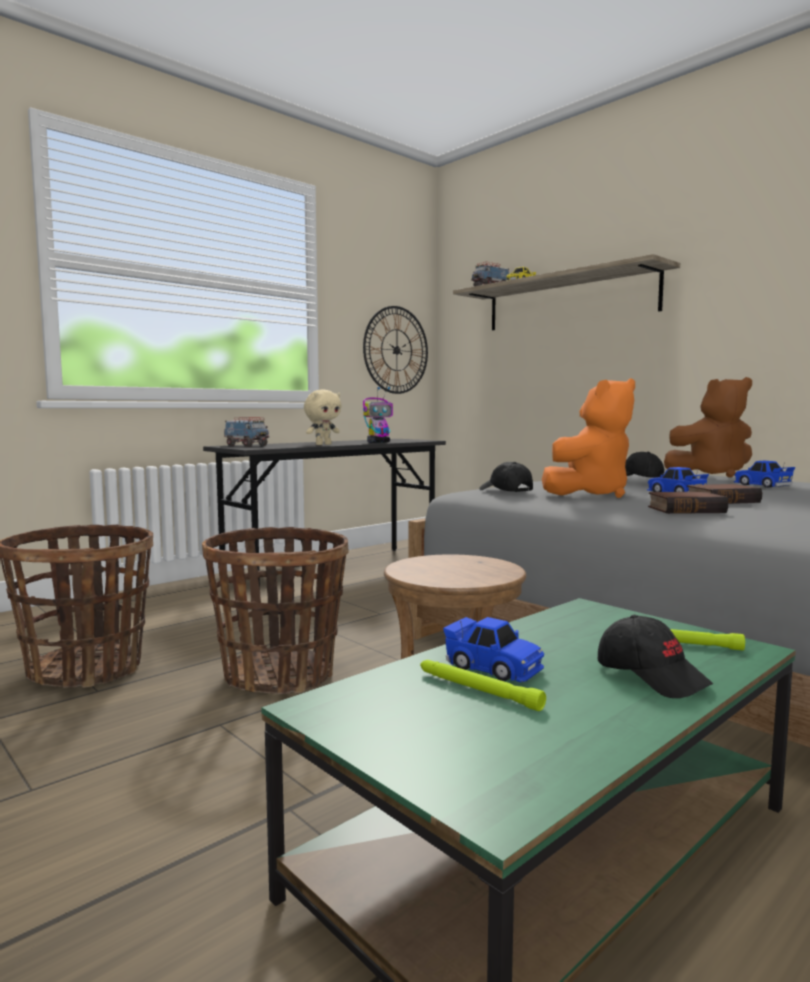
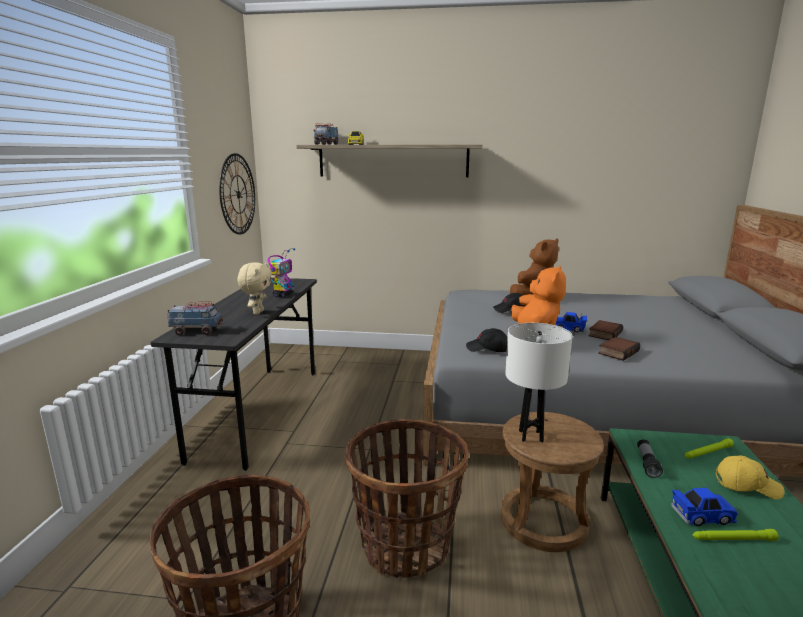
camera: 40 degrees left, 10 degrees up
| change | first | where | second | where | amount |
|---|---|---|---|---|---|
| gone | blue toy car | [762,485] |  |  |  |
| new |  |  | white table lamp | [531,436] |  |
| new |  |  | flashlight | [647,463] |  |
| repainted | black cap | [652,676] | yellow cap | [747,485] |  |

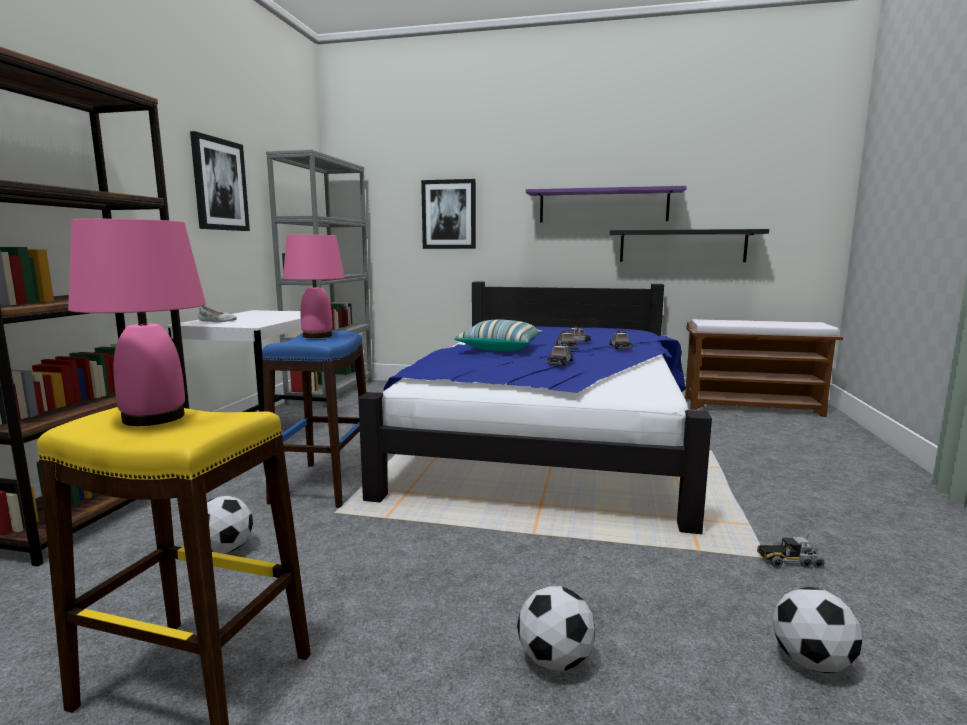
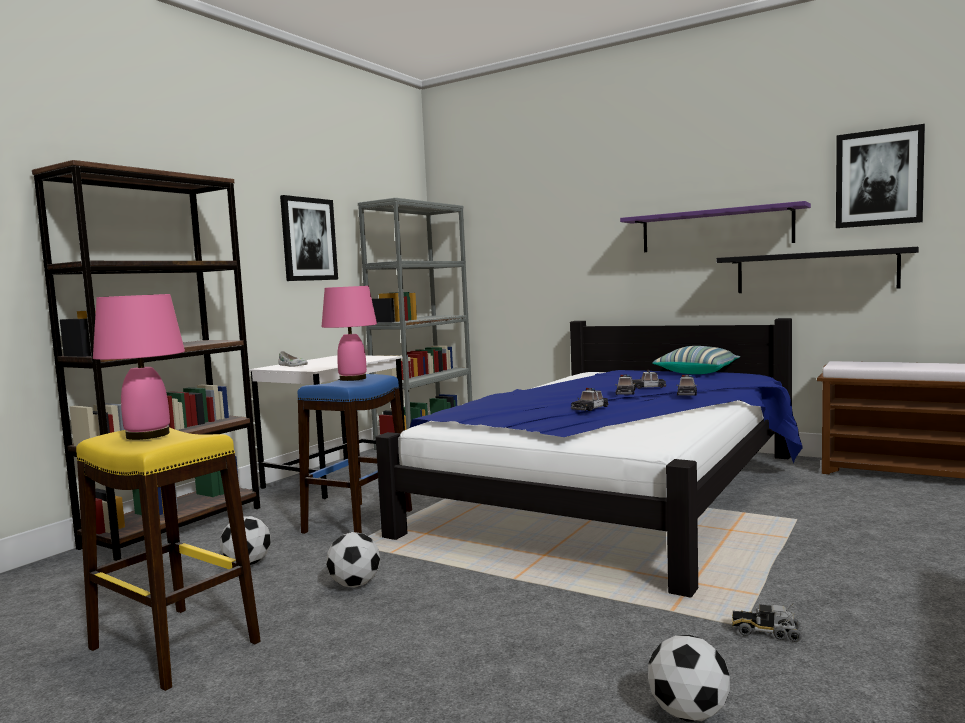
camera: 20 degrees right, 5 degrees down
| change | first | where | second | where | amount |
|---|---|---|---|---|---|
| shifted | picture | [449,214] |  | [879,178] |  |
| shifted | pillow | [500,348] |  | [697,372] |  |
| shifted | football | [555,660] |  | [355,584] |  |

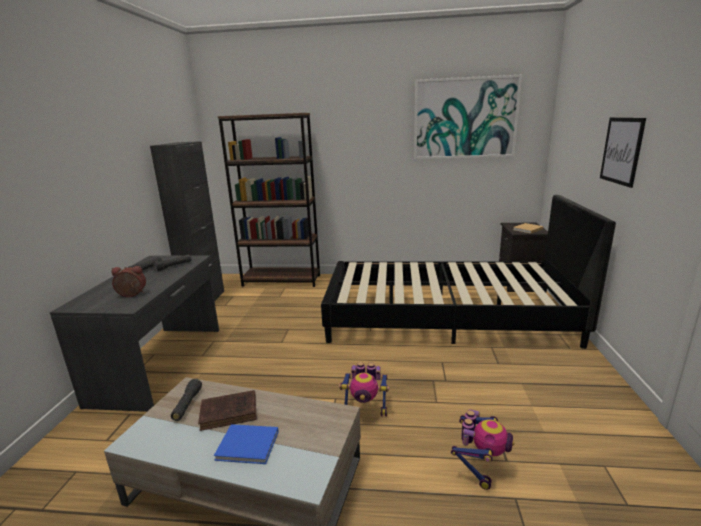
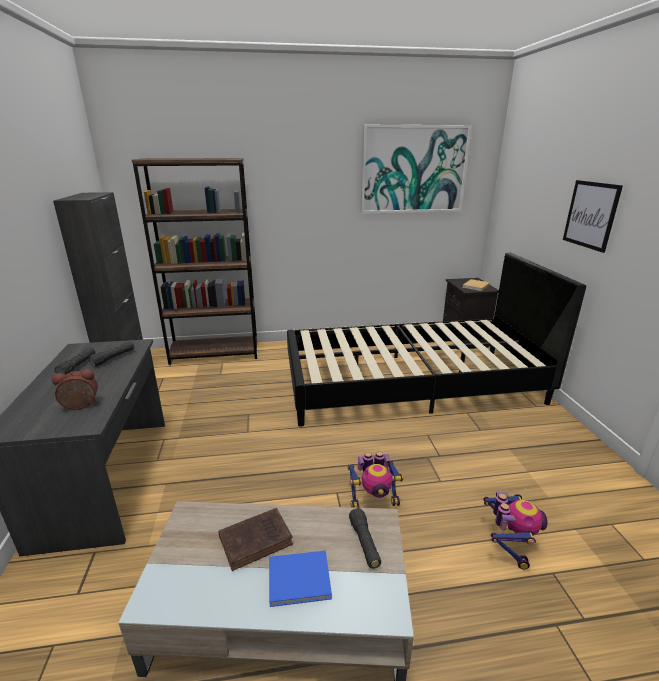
camera: 15 degrees left, 5 degrees up
| change | first | where | second | where | amount |
|---|---|---|---|---|---|
| shifted | black flashlight | [187,405] |  | [364,543] |  |

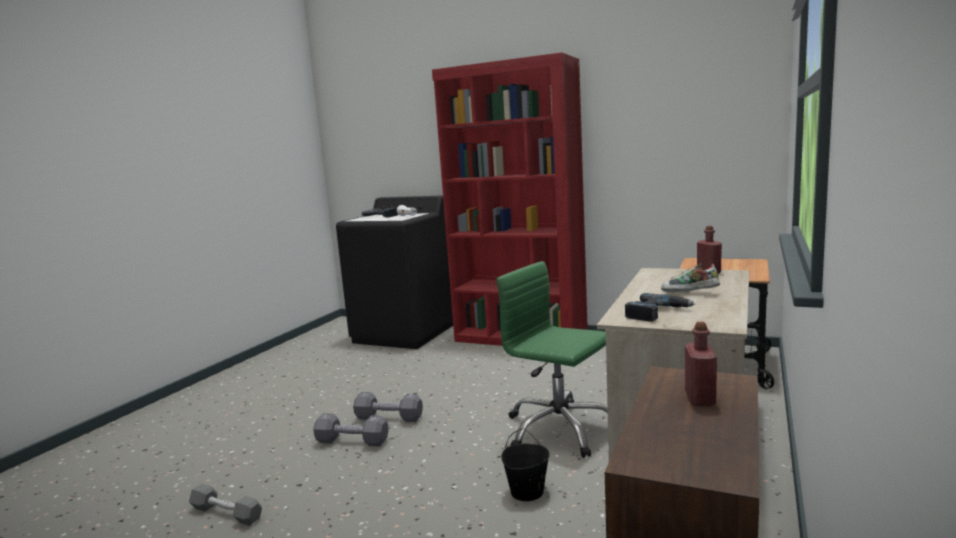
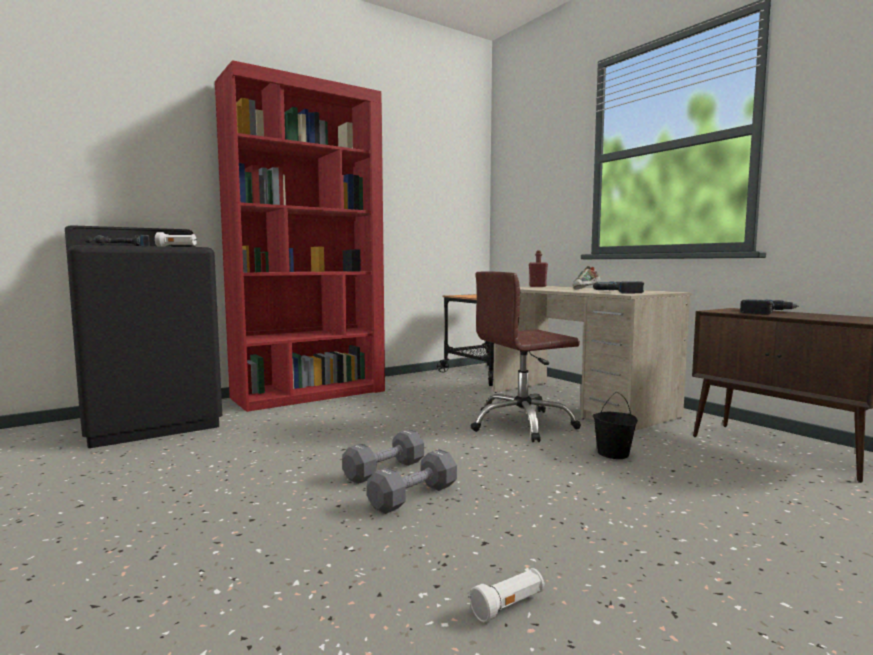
camera: 60 degrees left, 5 degrees down
| change | first | where | second | where | amount |
|---|---|---|---|---|---|
| swapped | grey dumbbell | [226,513] | white flashlight | [509,606] |  |
| swapped | red bottle | [700,399] | power drill | [765,312] |  |
| repainted | green office chair | [559,430] | brown office chair | [522,424] |  |

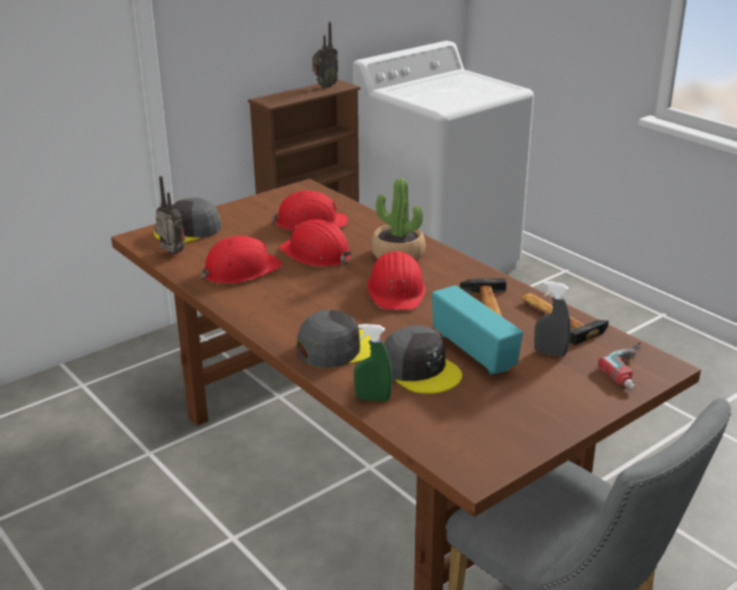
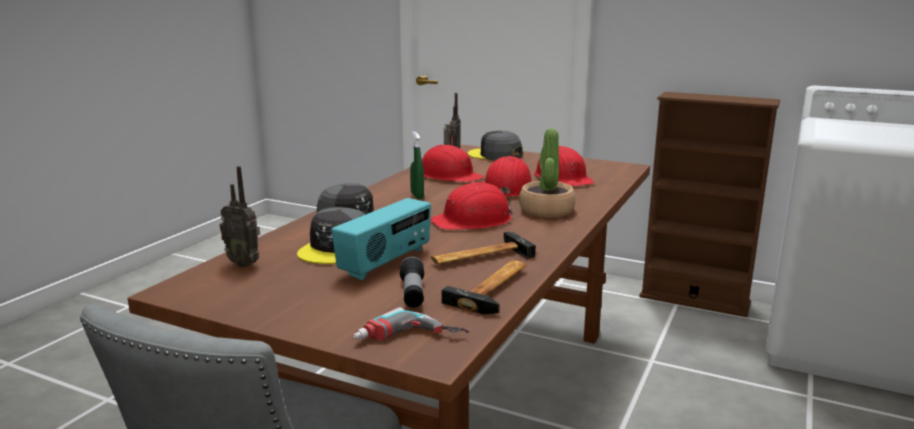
camera: 65 degrees right, 10 degrees down
| change | first | where | second | where | amount |
|---|---|---|---|---|---|
| shifted | radio | [324,86] |  | [244,263] |  |
| shifted | green spray bottle | [373,398] |  | [417,196] |  |
| swapped | grey spray bottle | [550,353] | flashlight | [412,293] |  |

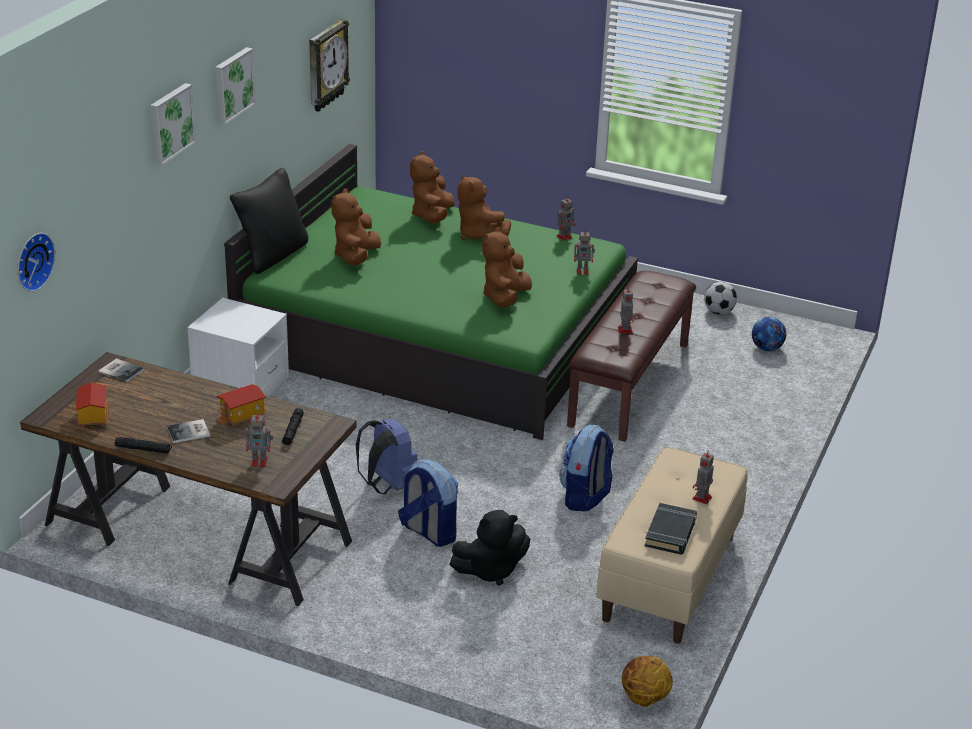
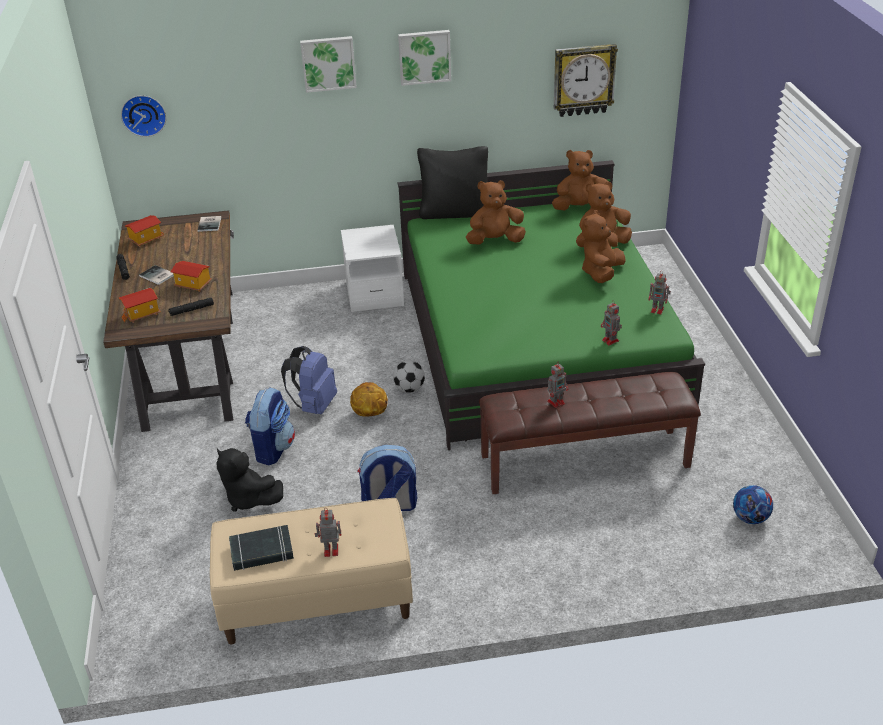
camera: 60 degrees right, 5 degrees up
| change | first | where | second | where | amount |
|---|---|---|---|---|---|
| shifted | brown plush toy | [505,298] |  | [580,208] |  |
| shifted | basketball | [644,698] |  | [369,413] |  |
| shifted | football | [719,312] |  | [409,389] |  |
| swapped | toy robot | [260,462] | toy house | [142,314] |  |

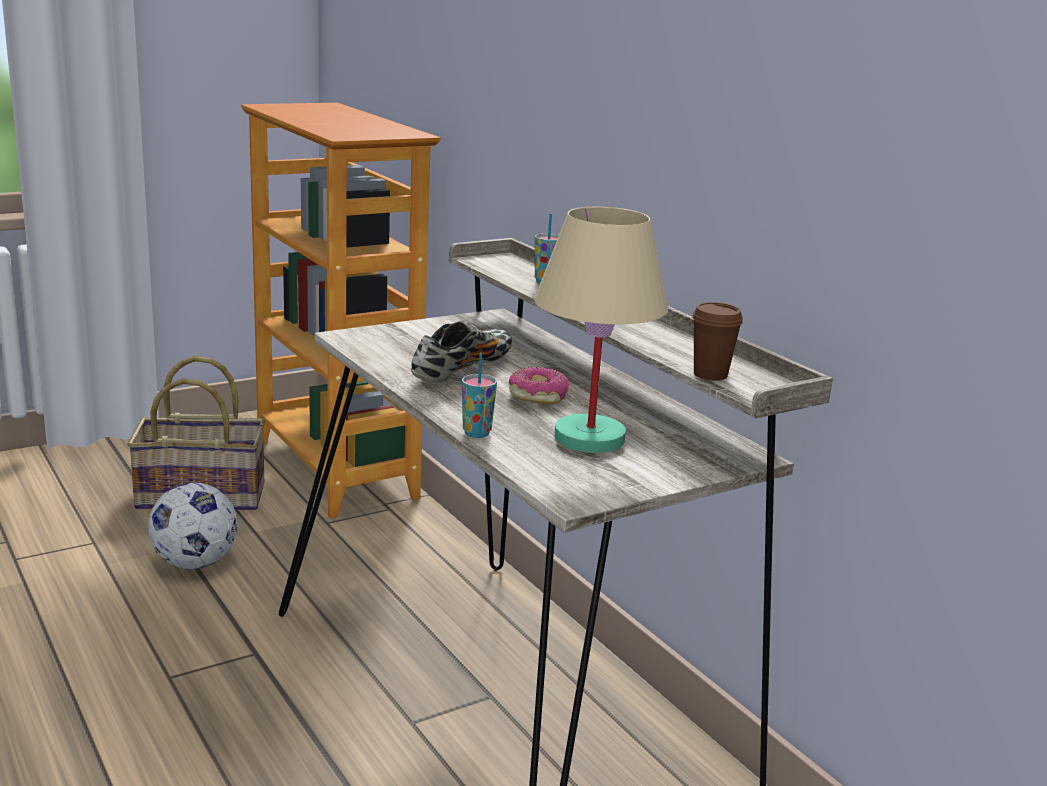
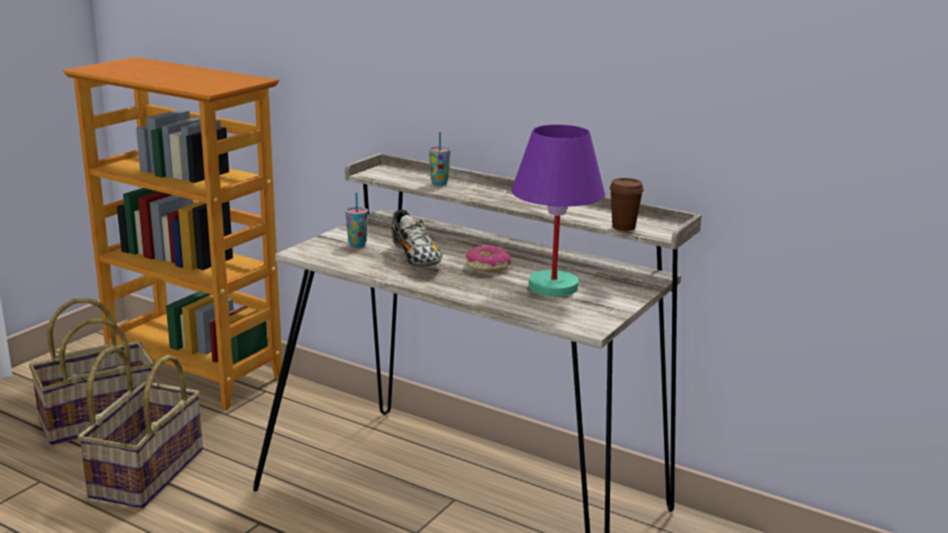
camera: 25 degrees left, 0 degrees up
| change | first | where | second | where | amount |
|---|---|---|---|---|---|
| shifted | cup | [477,433] |  | [357,244] |  |
| swapped | football | [195,562] | basket | [146,472] |  |
| repainted | beige table lamp | [587,438] | purple table lamp | [552,287] |  |
| rotated | shoe | [462,370] |  | [416,259] | 150 degrees clockwise |

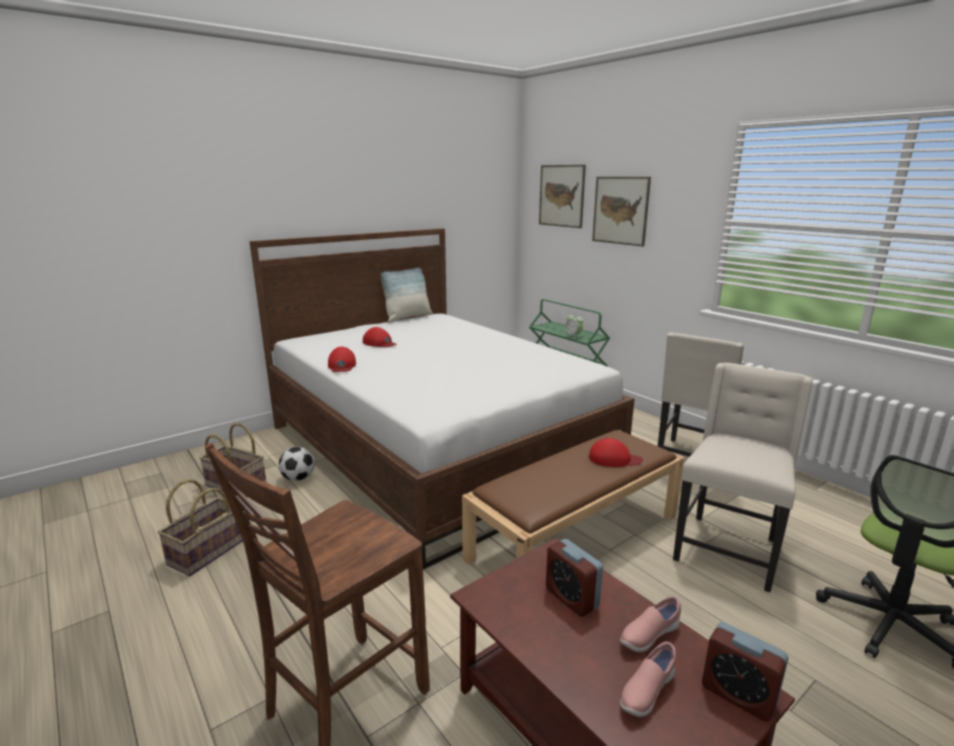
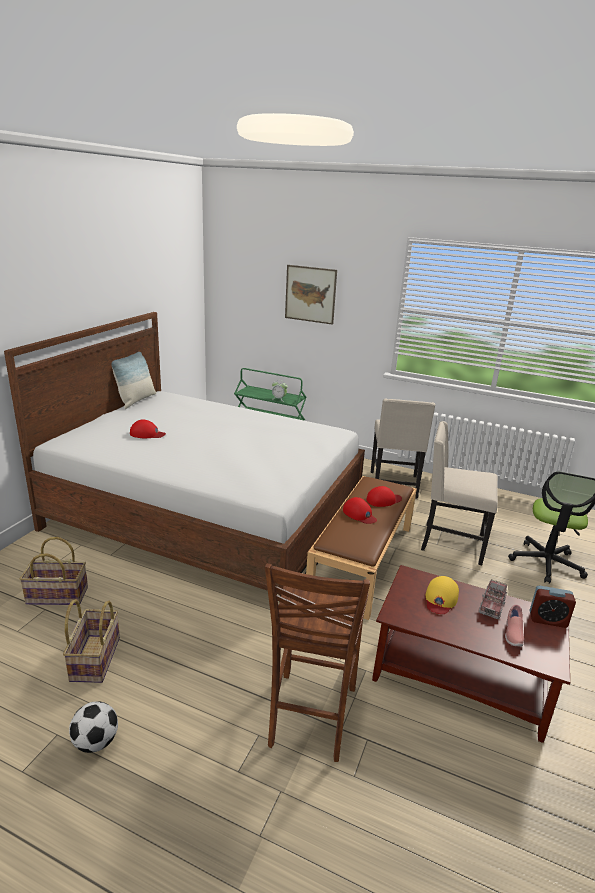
camera: 30 degrees left, 5 degrees up
| change | first | where | second | where | amount |
|---|---|---|---|---|---|
| gone | picture | [561,196] |  |  |  |
| shifted | football | [298,478] |  | [96,742] |  |
| shifted | red cap | [342,365] |  | [359,514] |  |
| swapped | alarm clock | [571,598] | yellow cap | [440,598] |  |
| swapped | pink shoe | [648,635] | toy truck | [492,605] |  |
| rotated | beige chair | [727,549] |  | [450,543] | 75 degrees counterclockwise |

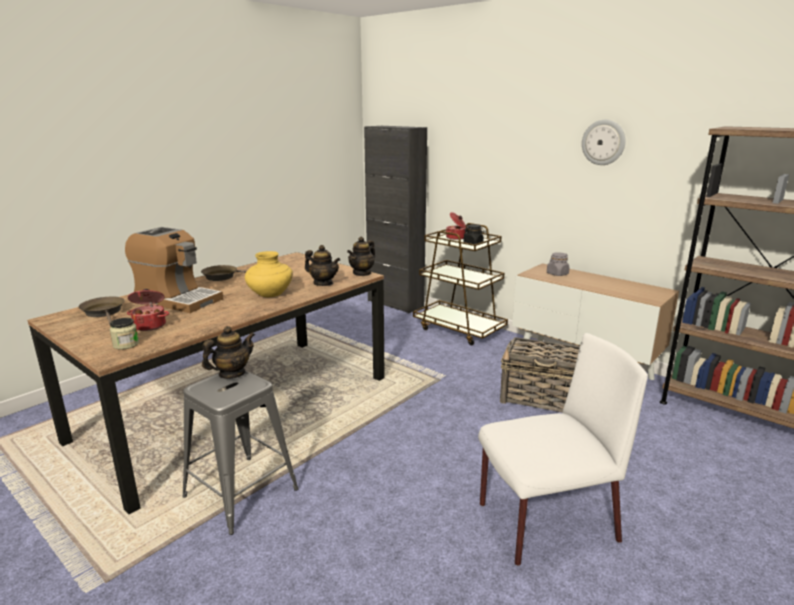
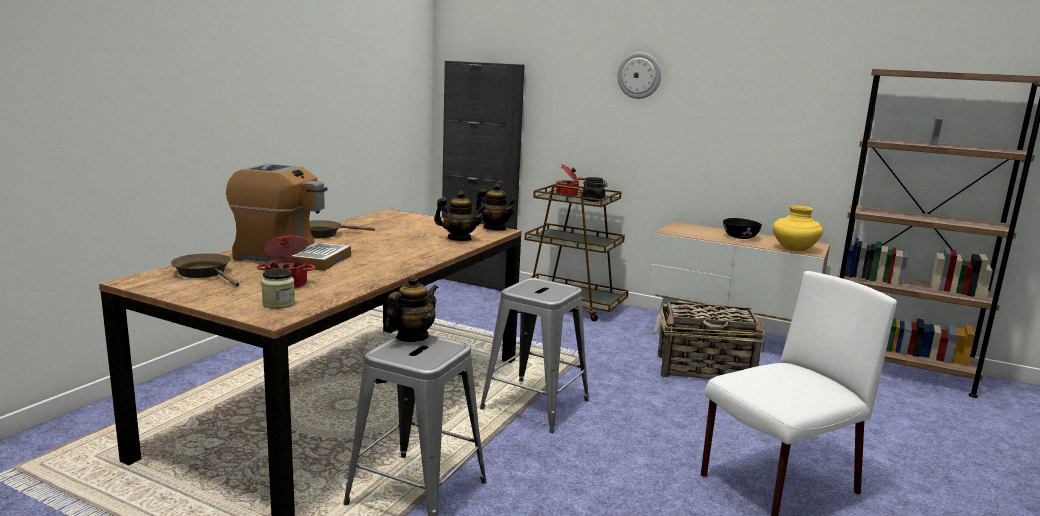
camera: 15 degrees left, 5 degrees down
| change | first | where | second | where | amount |
|---|---|---|---|---|---|
| gone | grey jar | [557,274] |  |  |  |
| new |  |  | grey stool | [535,404] |  |
| new |  |  | black bowl | [739,237] |  |
| shifted | yellow vase | [270,294] |  | [794,249] |  |
| shifted | wall clock | [603,142] |  | [639,75] |  |
| rotated | teapot | [362,273] |  | [495,228] | 75 degrees counterclockwise |

